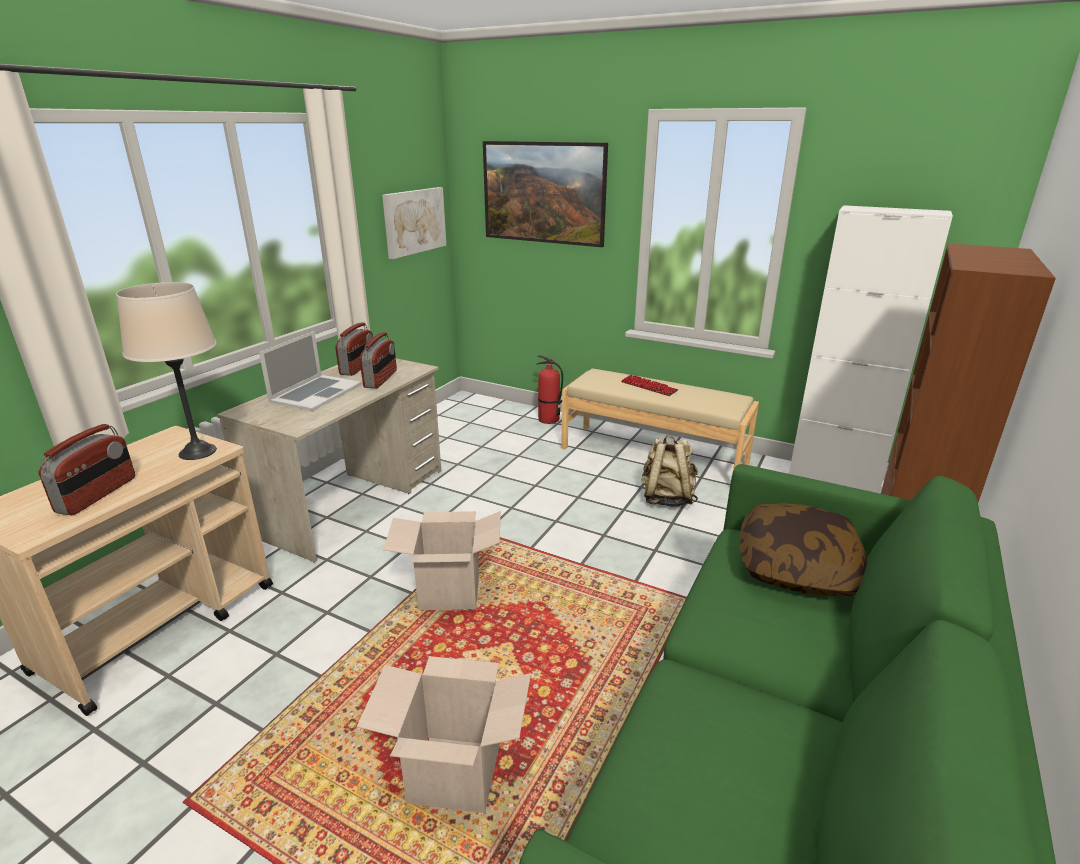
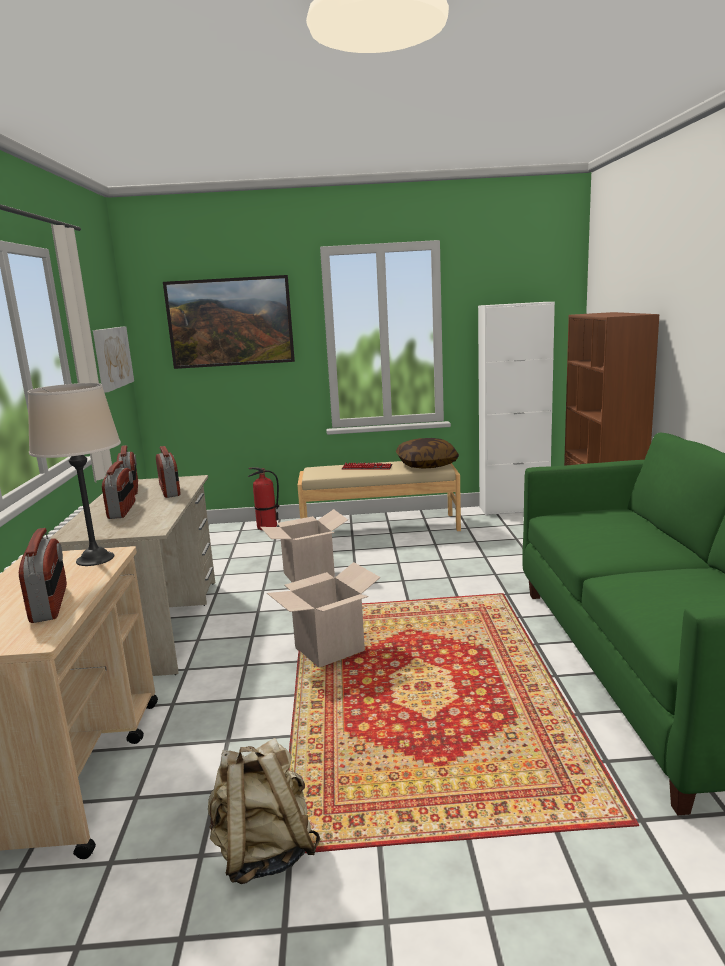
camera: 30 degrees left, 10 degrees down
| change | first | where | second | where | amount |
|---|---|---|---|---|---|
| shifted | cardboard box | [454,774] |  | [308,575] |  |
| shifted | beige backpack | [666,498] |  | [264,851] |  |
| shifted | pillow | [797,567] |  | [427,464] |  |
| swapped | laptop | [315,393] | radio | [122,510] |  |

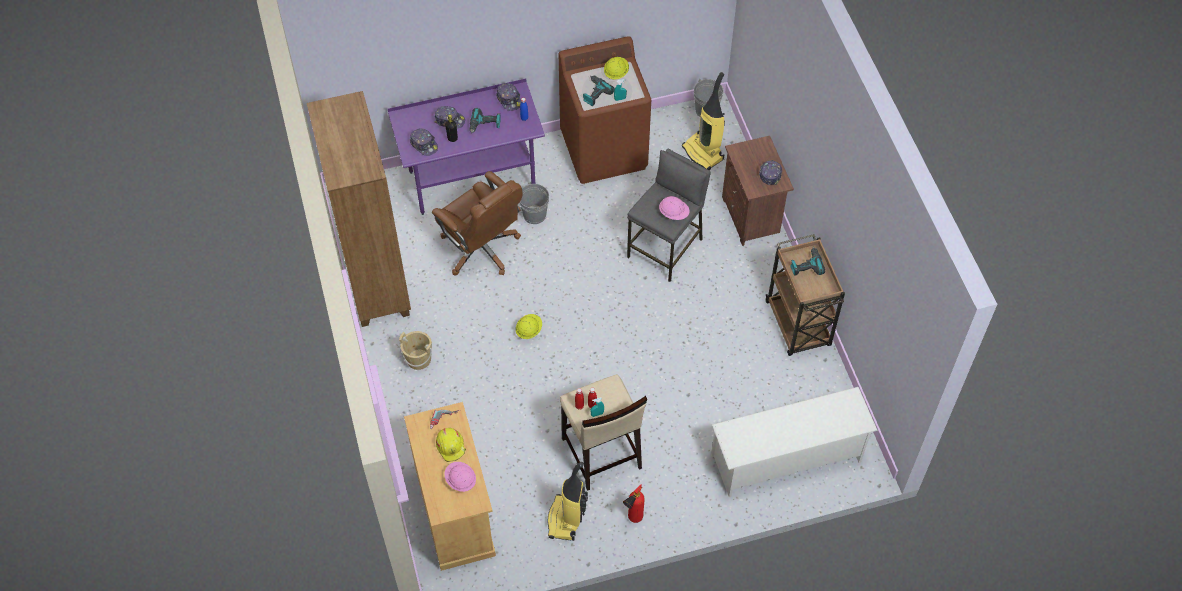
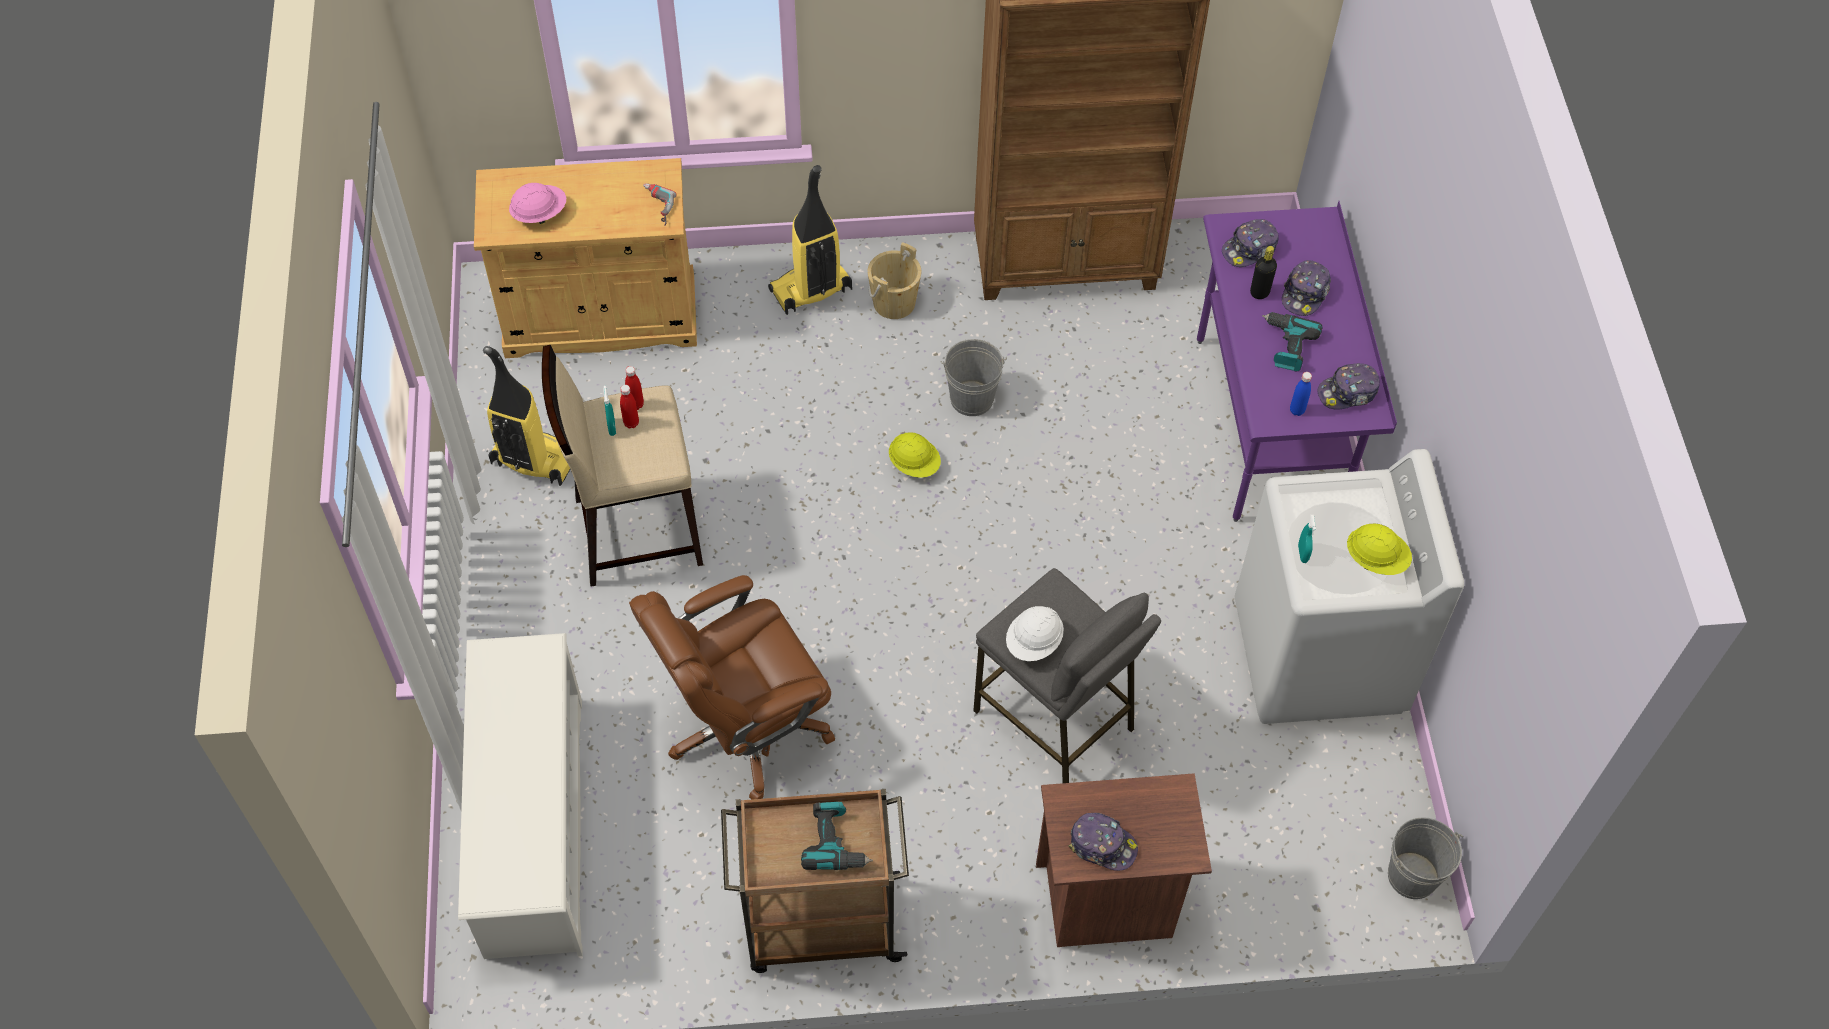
camera: 100 degrees right, 0 degrees up
| change | first | where | second | where | amount |
|---|---|---|---|---|---|
| gone | yellow hard hat | [451,446] |  |  |  |
| gone | power drill | [595,93] |  |  |  |
| gone | fire extinguisher | [633,519] |  |  |  |
| shifted | brown office chair | [481,249] |  | [745,727] |  |
| shifted | grey bucket | [534,214] |  | [972,398] |  |
| shifted | vacuum cleaner | [703,153] |  | [810,291] |  |
| repainted | brown washing machine | [604,150] | white washing machine | [1319,657] |  |
| repainted | pink hard hat | [674,213] | white hard hat | [1034,643] |  |

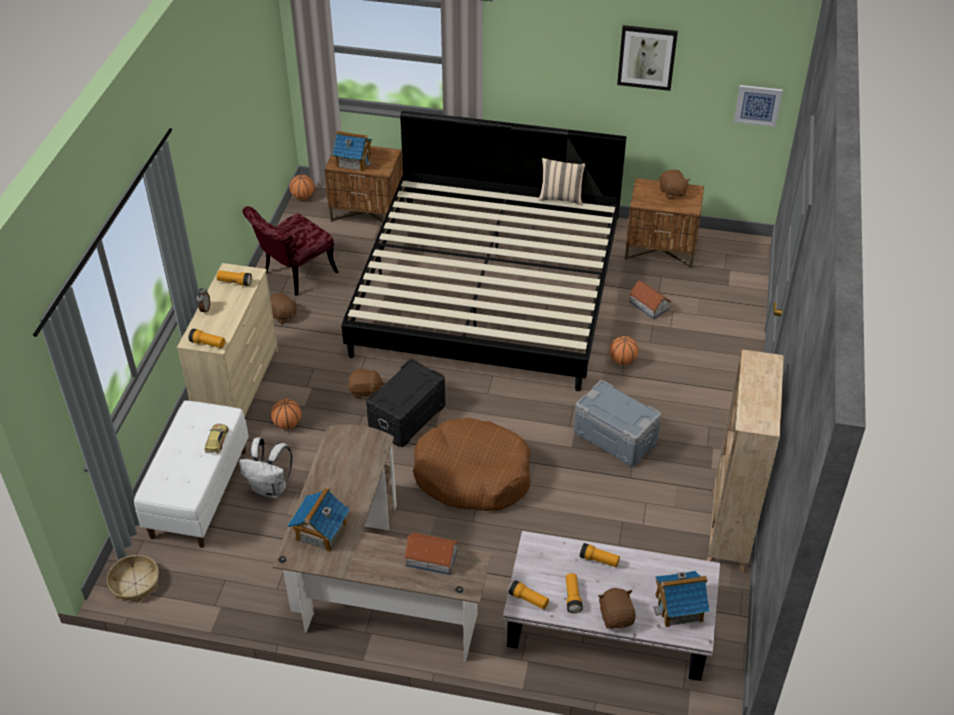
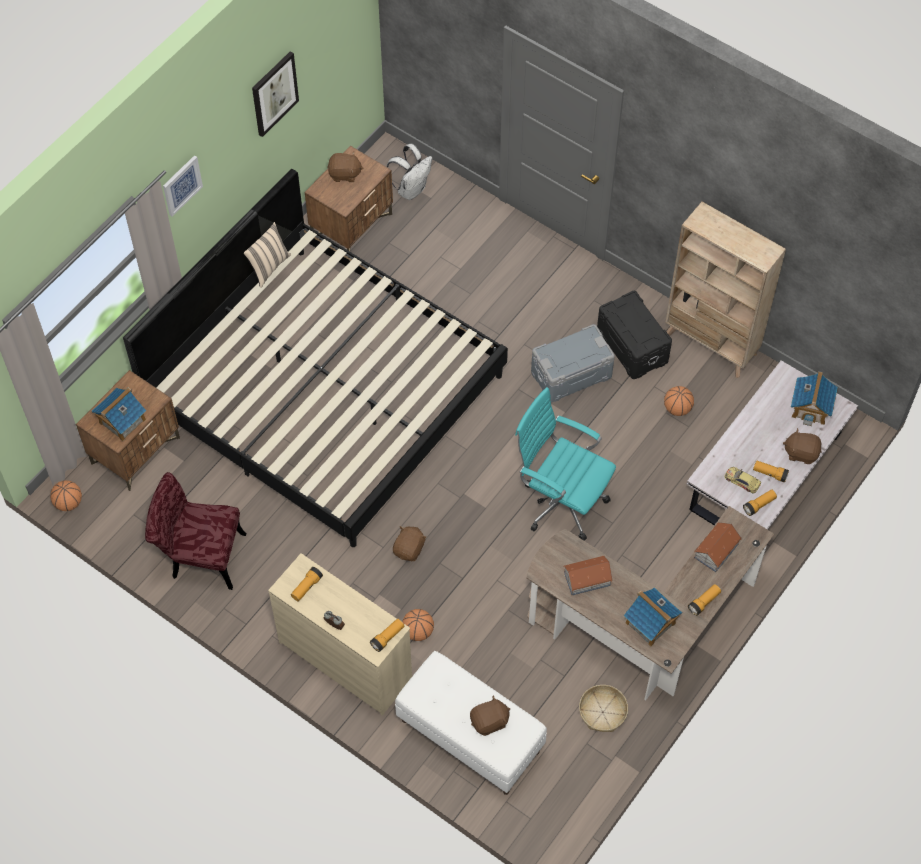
camera: 65 degrees left, 15 degrees up
| change | first | where | second | where | amount |
|---|---|---|---|---|---|
| shifted | basket | [135,583] |  | [603,712] |  |
| shifted | toy car | [216,440] |  | [742,481] |  |
| shifted | white backpack | [271,488] |  | [411,189] |  |
| shifted | brown plush toy | [282,315] |  | [489,722] |  |
| shifted | black storage box | [406,416] |  | [631,346] |  |
| shifted | flashlight | [599,560] |  | [704,602] |  |
| shifted | basketball | [622,360] |  | [677,408] |  |
| shifted | toy house | [649,305] |  | [586,578] |  |
| shifted | picture | [757,105] |  | [181,185] |  |
| swapped | brown dog bed | [472,475] | turquoise office chair | [560,502] |  |
| rotated | red chair | [294,276] |  | [200,555] | 120 degrees clockwise |

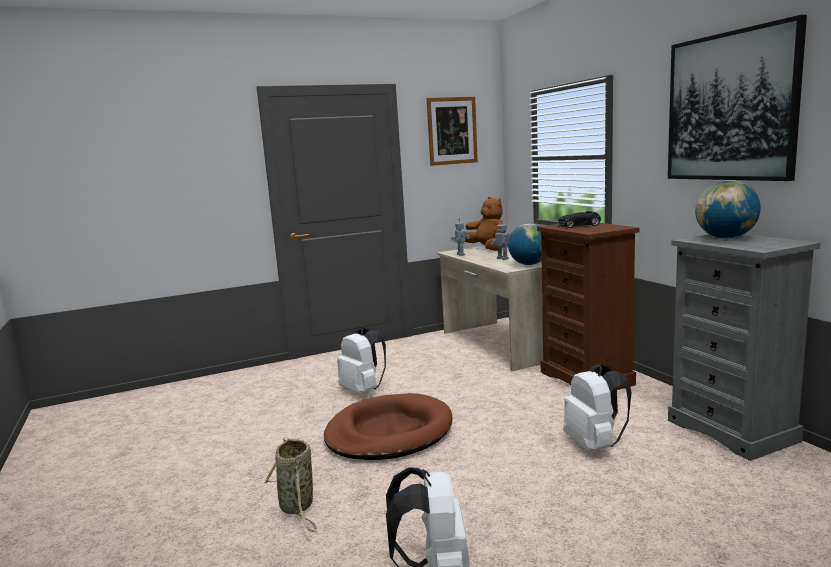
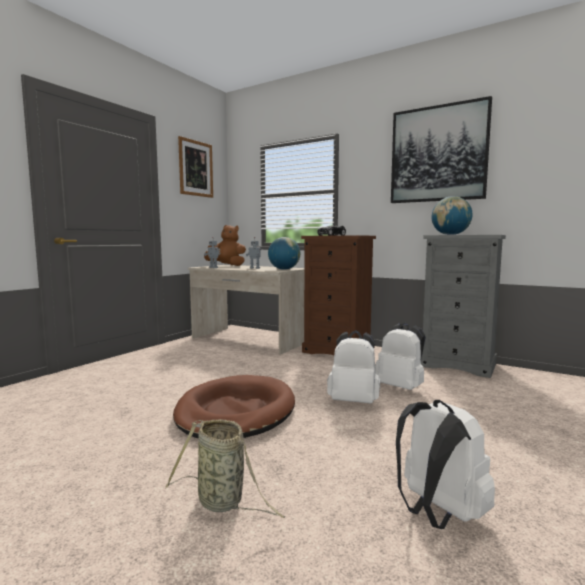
camera: 35 degrees left, 5 degrees down
| change | first | where | second | where | amount |
|---|---|---|---|---|---|
| shifted | white backpack | [363,390] |  | [354,401] |  |

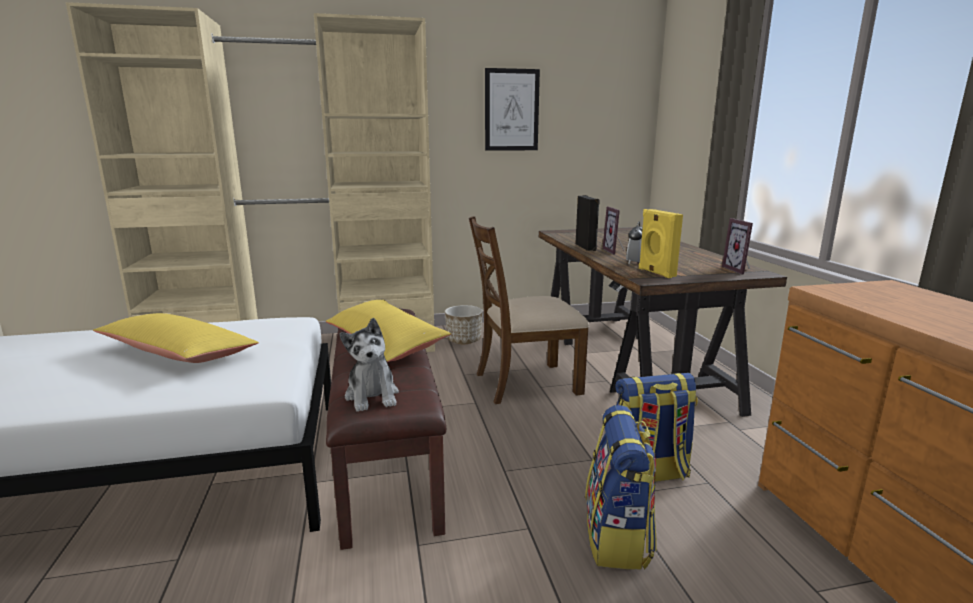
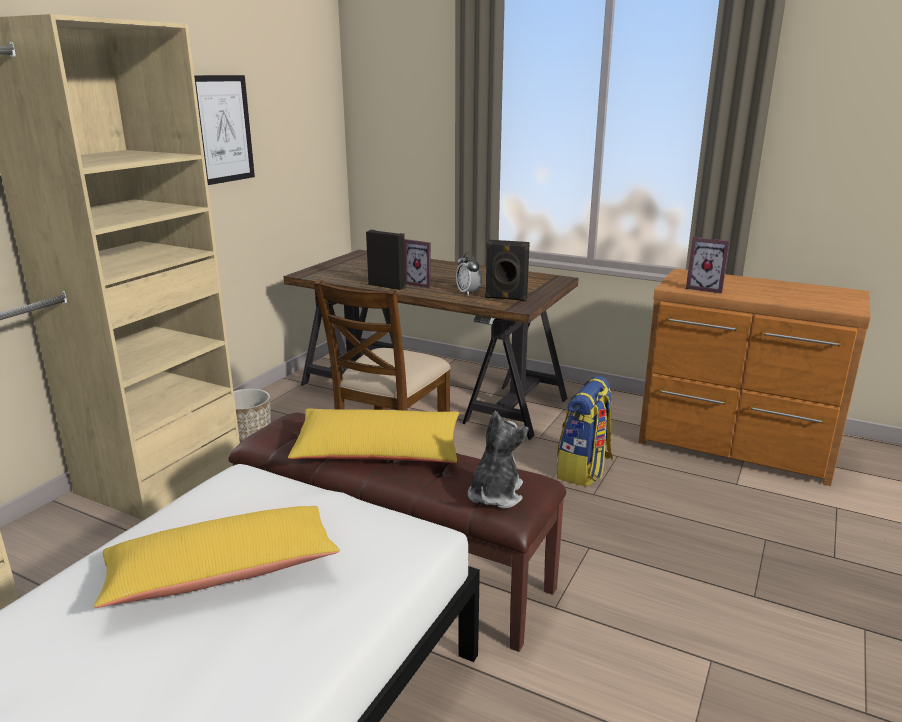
camera: 50 degrees left, 5 degrees up
| change | first | where | second | where | amount |
|---|---|---|---|---|---|
| gone | backpack | [618,538] |  |  |  |
| shifted | picture frame | [740,270] |  | [705,288] |  |
| repainted | yellow speaker | [655,272] | black speaker | [506,298] |  |
| rotated | plush toy | [372,396] |  | [495,494] | 90 degrees counterclockwise |

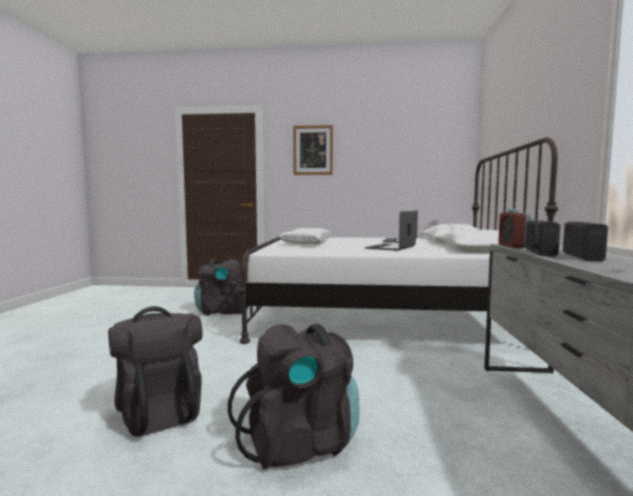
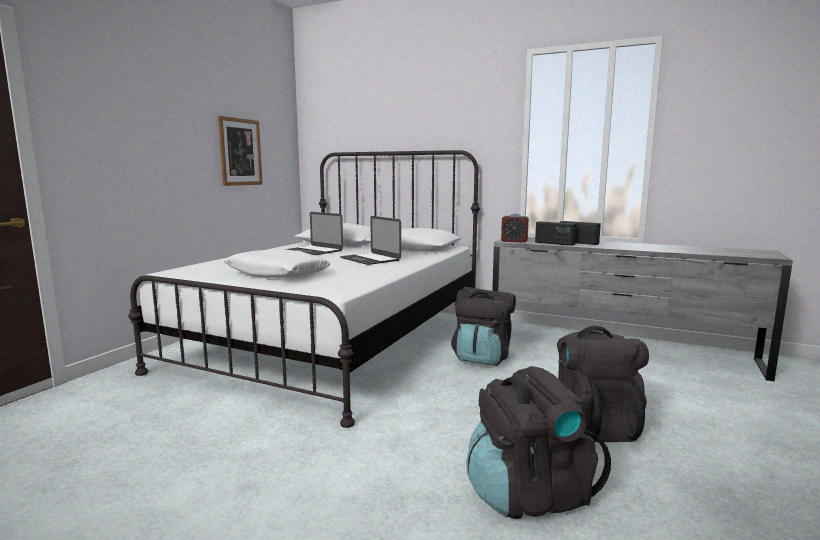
camera: 70 degrees left, 5 degrees up
| change | first | where | second | where | amount |
|---|---|---|---|---|---|
| shifted | black backpack | [223,311] |  | [482,357] |  |
| shifted | picture | [313,150] |  | [240,152] |  |

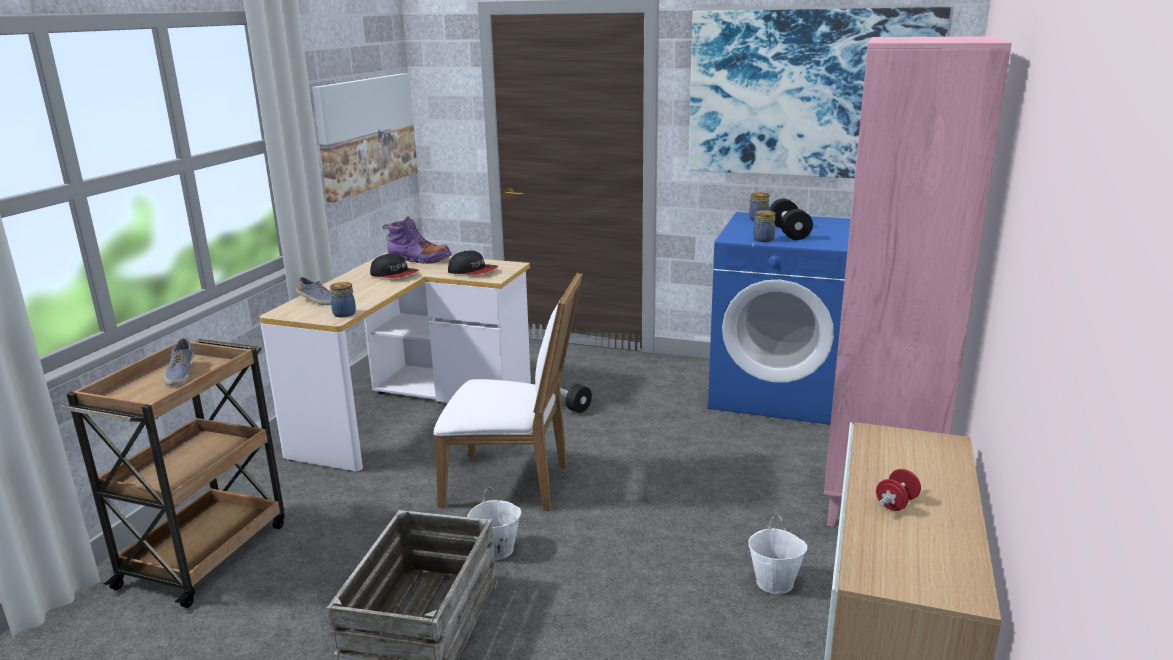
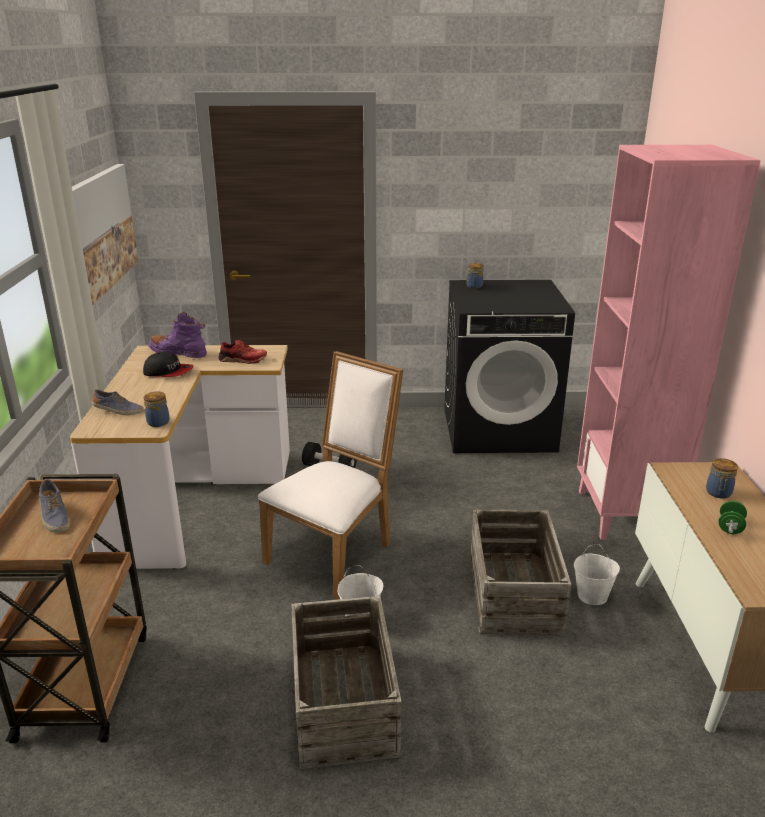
camera: 20 degrees left, 5 degrees up
| change | first | where | second | where | amount |
|---|---|---|---|---|---|
| gone | picture | [810,94] |  |  |  |
| gone | black dumbbell | [788,232] |  |  |  |
| new |  |  | crate | [515,593] |  |
| shifted | jar | [763,240] |  | [718,493] |  |
| swapped | cap | [473,271] | red shoe | [242,360] |  |
| repainted | blue washing machine | [779,392] | black washing machine | [499,429] |  |
| repainted | red dumbbell | [896,503] | green dumbbell | [730,527] |  |
| rotated | purple boot | [419,260] |  | [178,353] | 150 degrees counterclockwise |
| rotated | white chair | [514,483] |  | [335,552] | 45 degrees counterclockwise |

